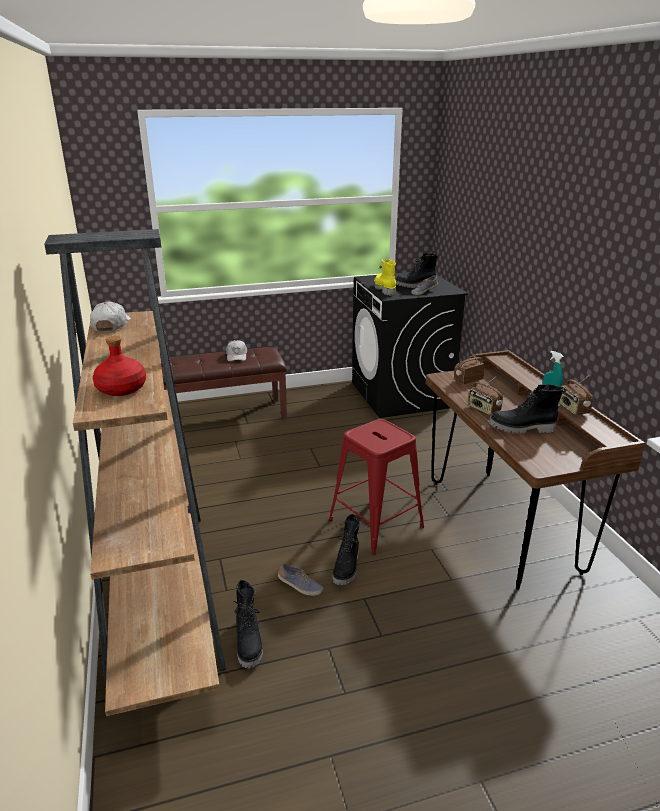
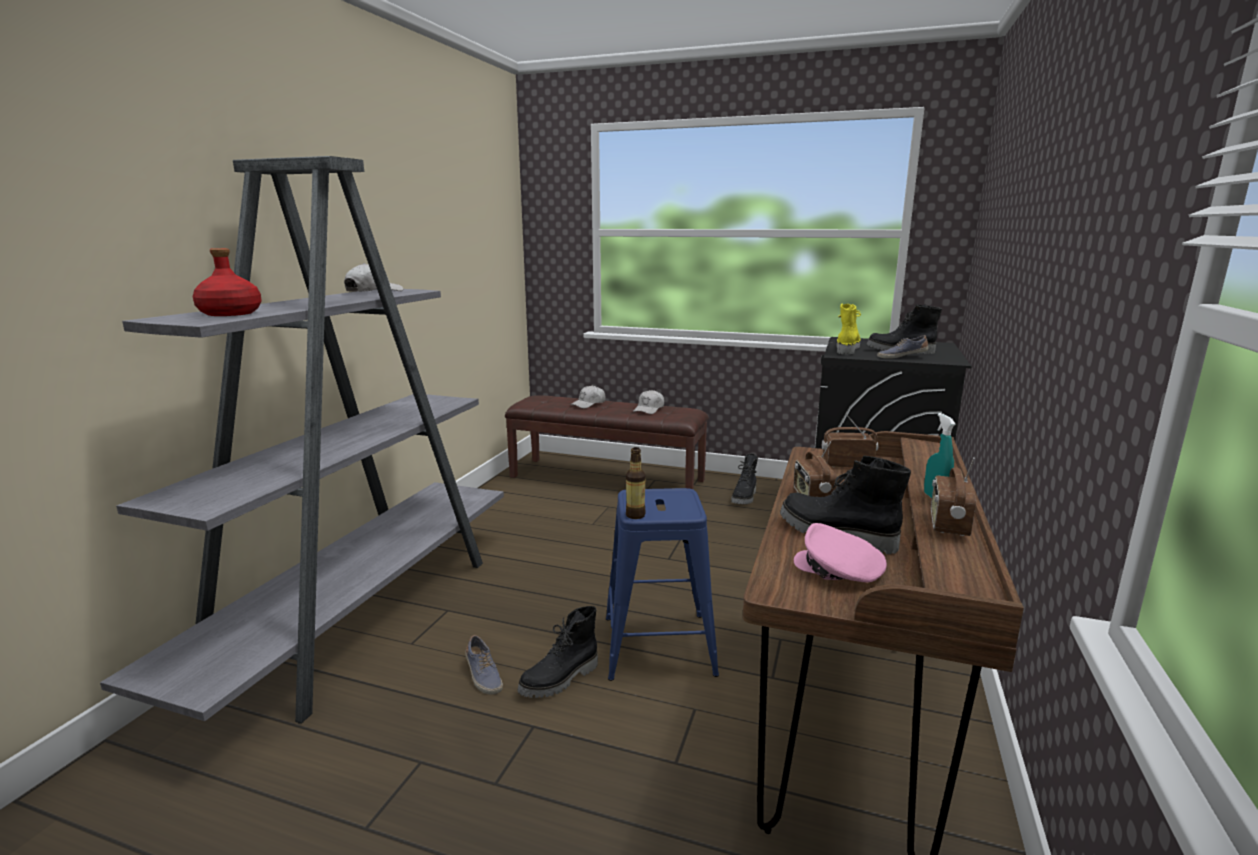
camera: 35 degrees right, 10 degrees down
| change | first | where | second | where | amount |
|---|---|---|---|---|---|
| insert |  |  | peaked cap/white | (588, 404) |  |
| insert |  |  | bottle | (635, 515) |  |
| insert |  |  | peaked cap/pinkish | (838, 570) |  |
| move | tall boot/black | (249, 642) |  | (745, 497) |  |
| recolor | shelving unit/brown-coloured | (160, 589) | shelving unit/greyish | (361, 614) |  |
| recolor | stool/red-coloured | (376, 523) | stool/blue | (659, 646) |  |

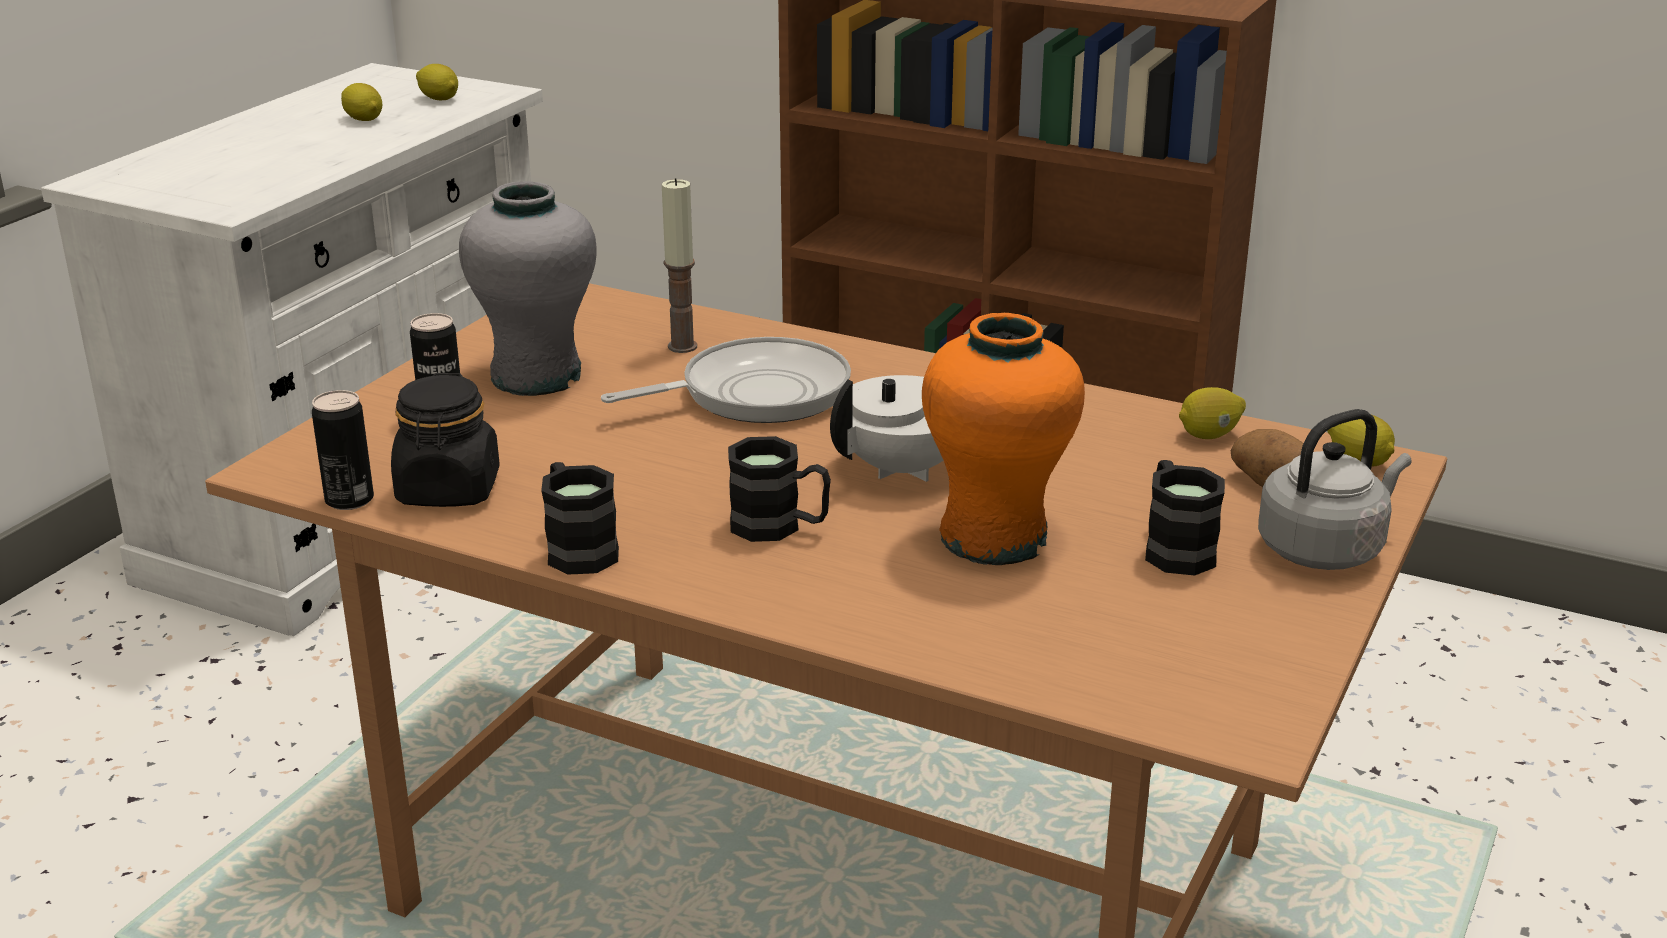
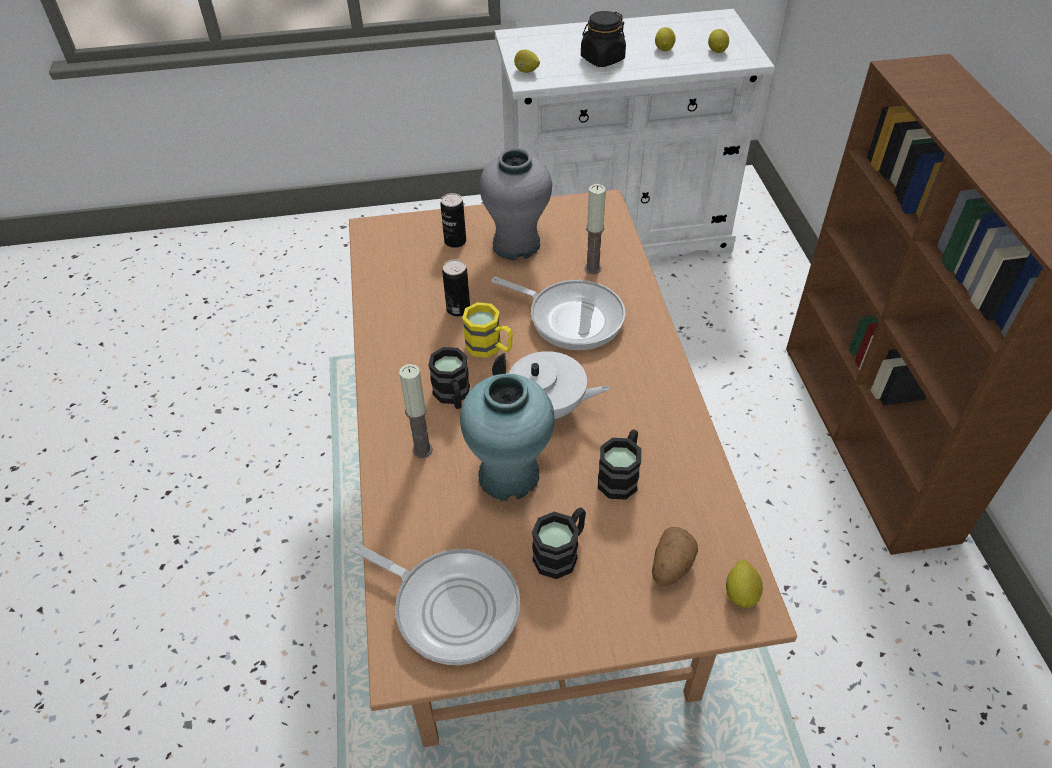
camera: 55 degrees right, 20 degrees up
| change | first | where | second | where | amount |
|---|---|---|---|---|---|
| delete | kettle/greyish | (1325, 548) |  |  |  |
| insert |  |  | pan | (451, 606) |  |
| insert |  |  | wax candle | (422, 450) |  |
| insert |  |  | tea mug/yellowish | (490, 347) |  |
| move | metal can | (349, 500) |  | (458, 309) |  |
| move | preserve jar/black | (449, 490) |  | (602, 59) |  |
| move | tea mug/black | (577, 548) |  | (621, 475) |  |
| move | citrus fruit | (1209, 435) |  | (526, 71) |  |
| recolor | decorative vase/orange-coloured | (994, 537) | decorative vase/turquoise | (509, 475) |  |

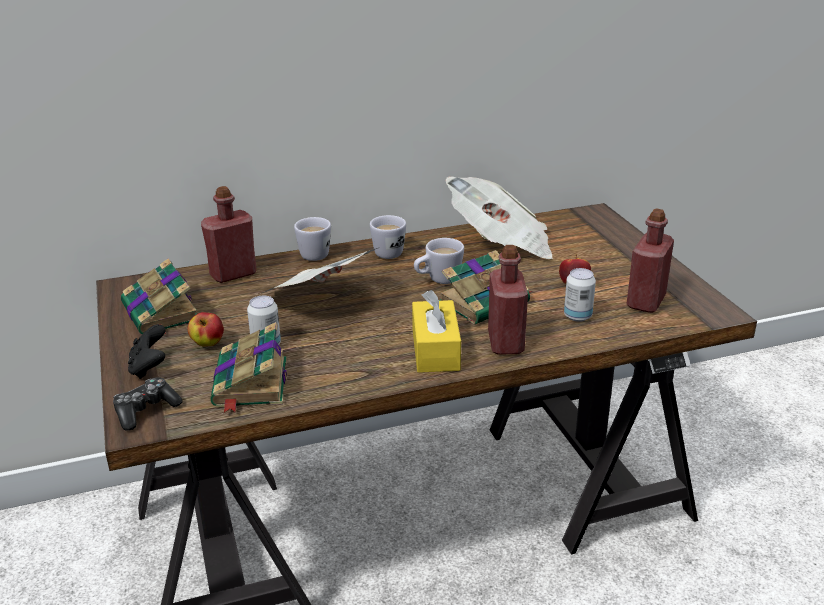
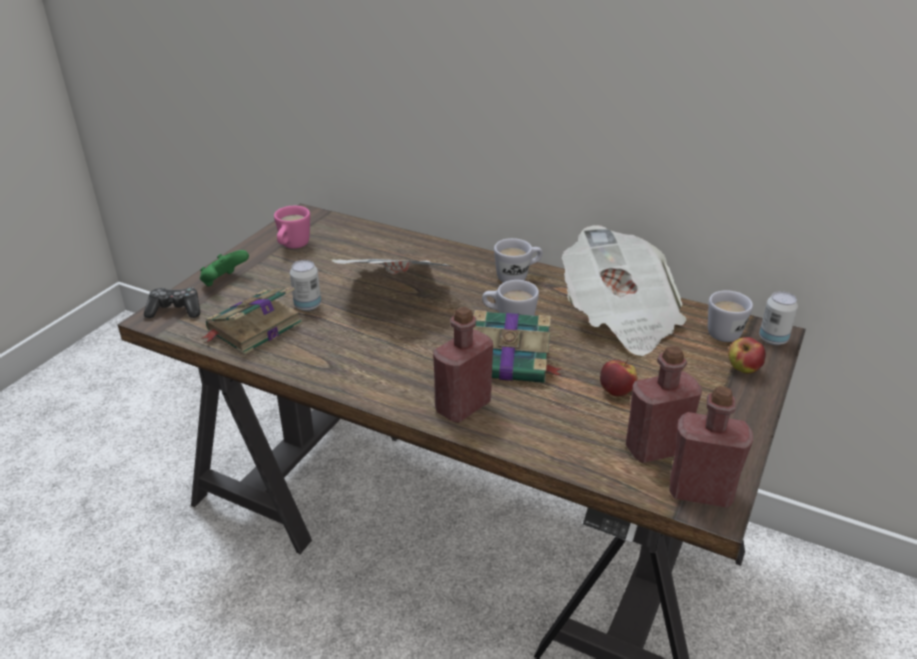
camera: 45 degrees right, 5 degrees up
| change | first | where | second | where | amount |
|---|---|---|---|---|---|
| delete | tissue holder/yellowish | (435, 350) |  |  |  |
| move | apple fruit | (208, 344) |  | (743, 369) |  |
| move | bottle/red-coloured | (233, 274) |  | (700, 492) |  |
| move | tea mug/white | (311, 253) |  | (724, 330) |  |
| move | metal can | (577, 316) |  | (773, 339) |  |
| replace | book | (161, 313) | tea mug/pinkish | (292, 246) |  |
| recolor | gamepad/black | (149, 368) | gamepad/greenish | (224, 282) |  |

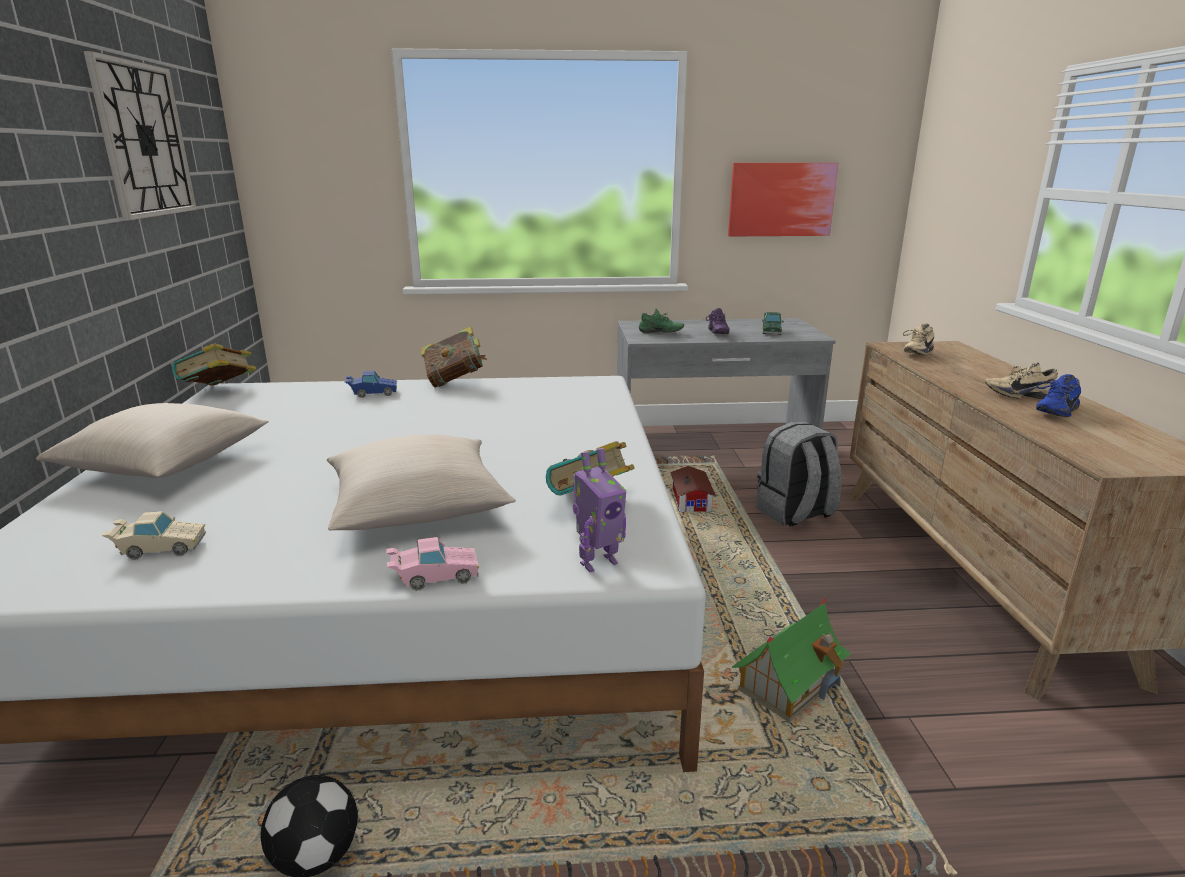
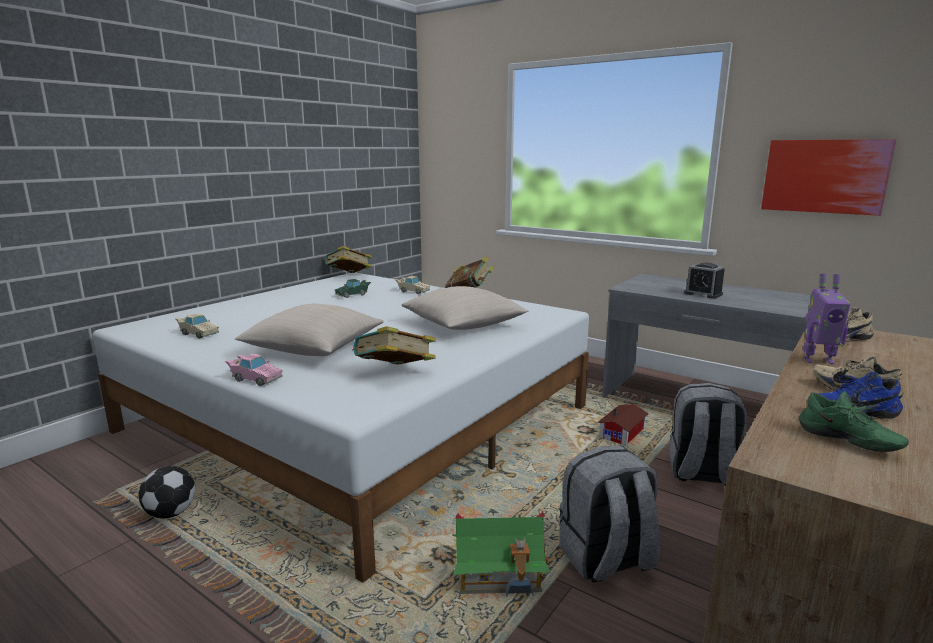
camera: 40 degrees right, 5 degrees down
| change | first | where | second | where | amount |
|---|---|---|---|---|---|
| delete | wall clock | (144, 140) |  |  |  |
| insert |  |  | rucksack/greyish | (606, 560) |  |
| move | pillow/sand-coloured | (165, 464) |  | (463, 325) |  |
| move | model robot | (597, 562) |  | (817, 360) |  |
| move | shoe/greenish | (660, 333) |  | (847, 442) |  |
| move | model car/greenish | (771, 331) |  | (353, 295) |  |
| replace | shoe/purplish | (716, 333) | bedside clock | (703, 294) |  |
| recolor | model car/blue | (372, 393) | model car/sand-coloured | (412, 291) |  |

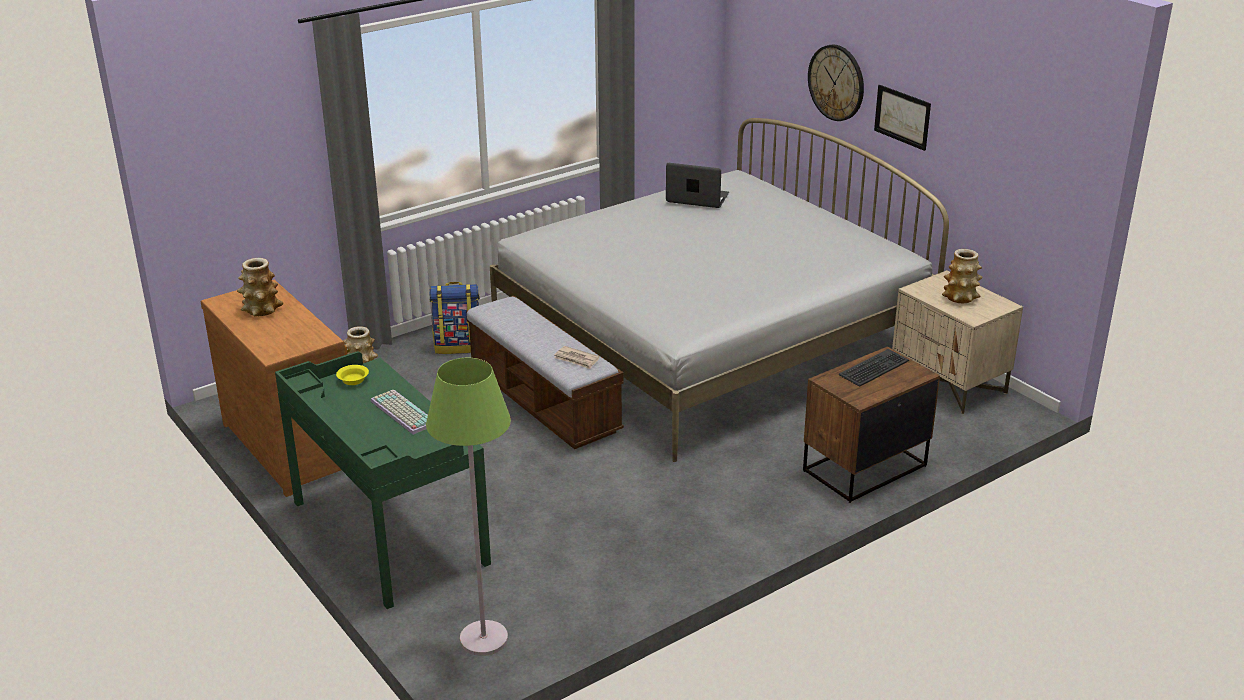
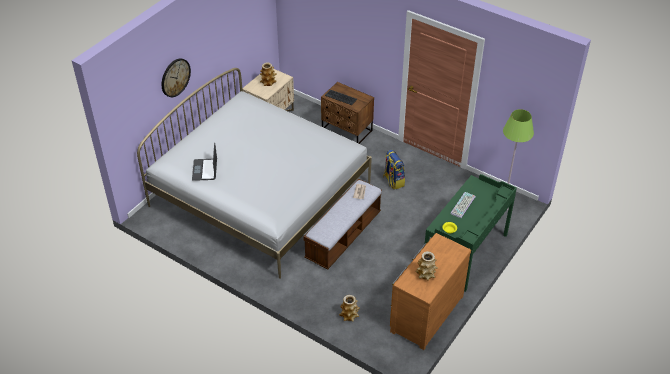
camera: 110 degrees left, 15 degrees up
| change | first | where | second | where | amount |
|---|---|---|---|---|---|
| delete | picture | (902, 117) |  |  |  |
| move | rucksack | (458, 346) |  | (393, 181) |  |

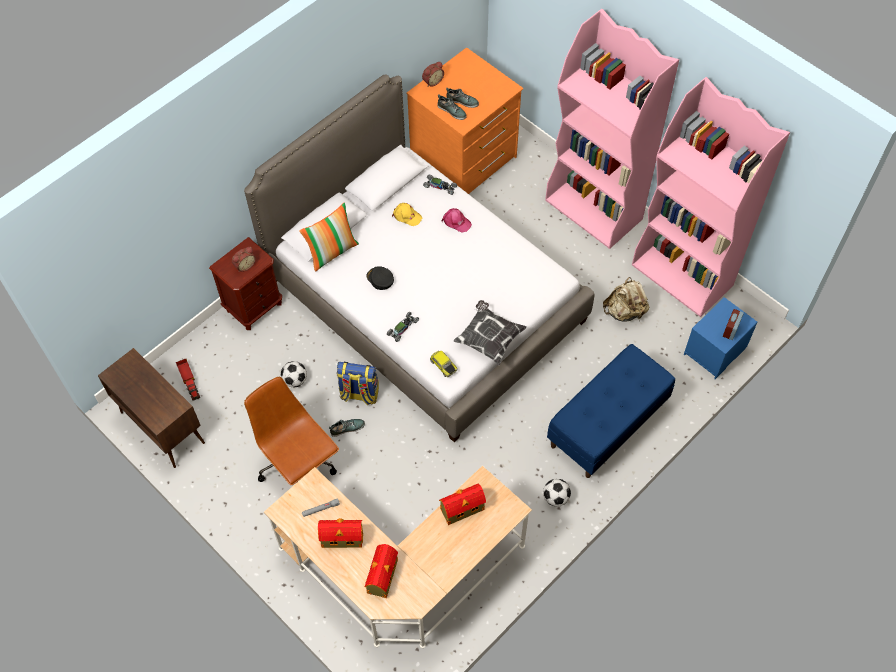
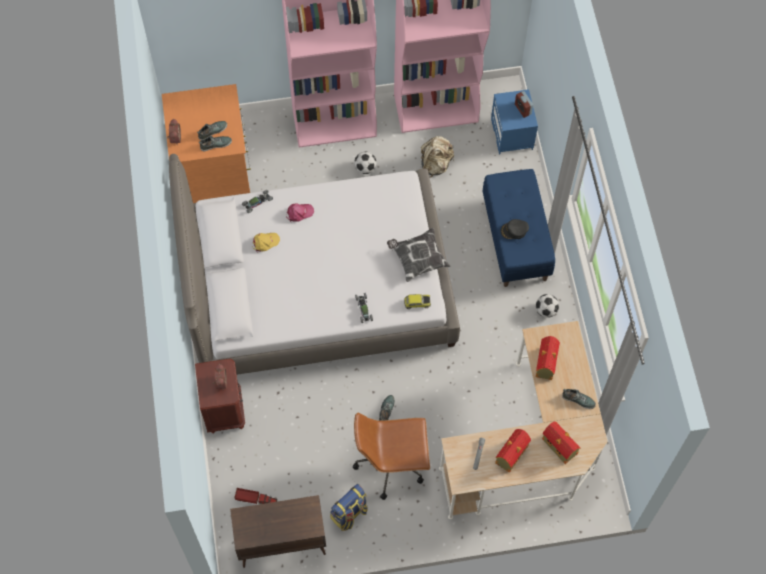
camera: 55 degrees left, 5 degrees up
| change | first | where | second | where | amount |
|---|---|---|---|---|---|
| delete | pillow | (332, 251) |  |  |  |
| insert |  |  | shoe | (578, 399) |  |
| move | football | (295, 380) |  | (365, 168) |  |
| move | rucksack | (359, 394) |  | (349, 514) |  |
| move | peaked cap/black | (380, 279) |  | (514, 230) |  |

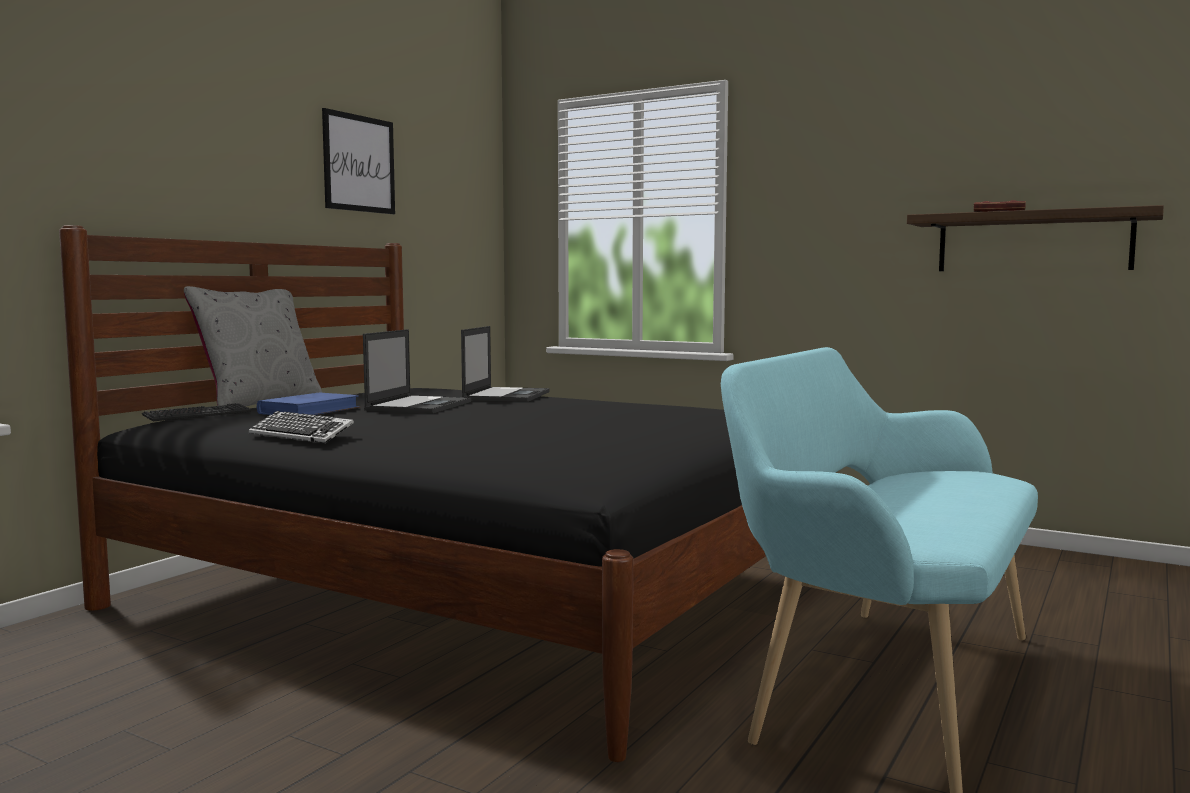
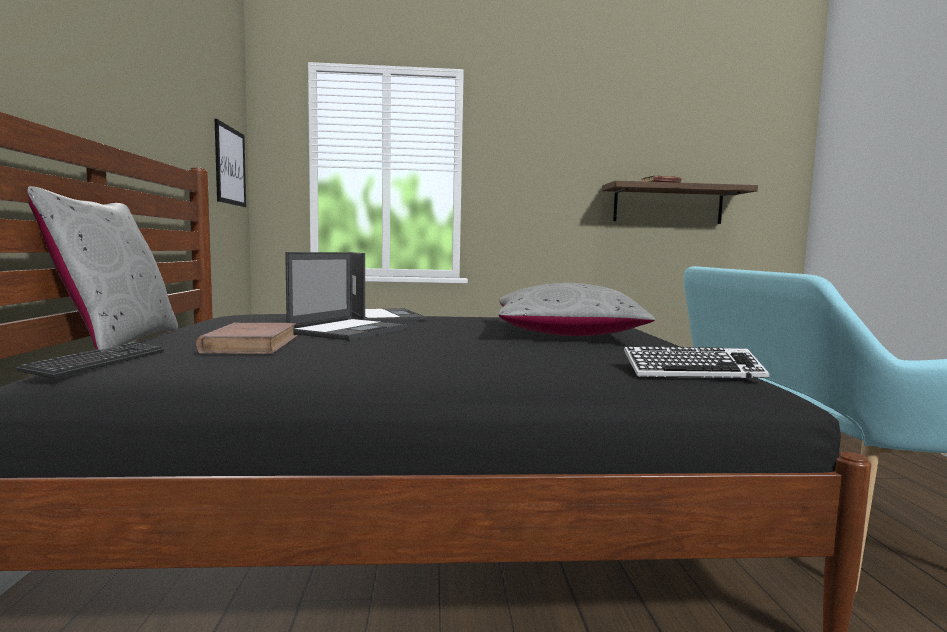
camera: 35 degrees left, 0 degrees up
| change | first | where | second | where | amount |
|---|---|---|---|---|---|
| insert |  |  | pillow/greyish | (566, 334) |  |
| move | keyboard | (301, 435) |  | (693, 372) |  |
| move | picture | (359, 163) |  | (230, 166) |  |
| recolor | book/blue | (309, 411) | book/brown-coloured | (251, 344) |  |
| rotate | portable computer | (419, 405) |  | (349, 330) | 45 degrees clockwise |

